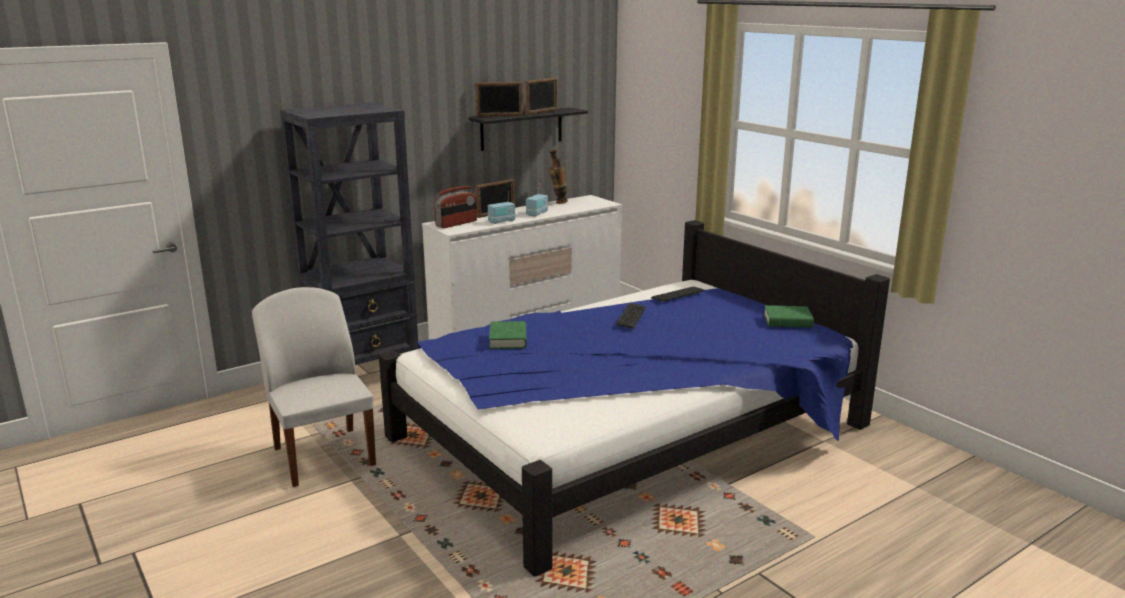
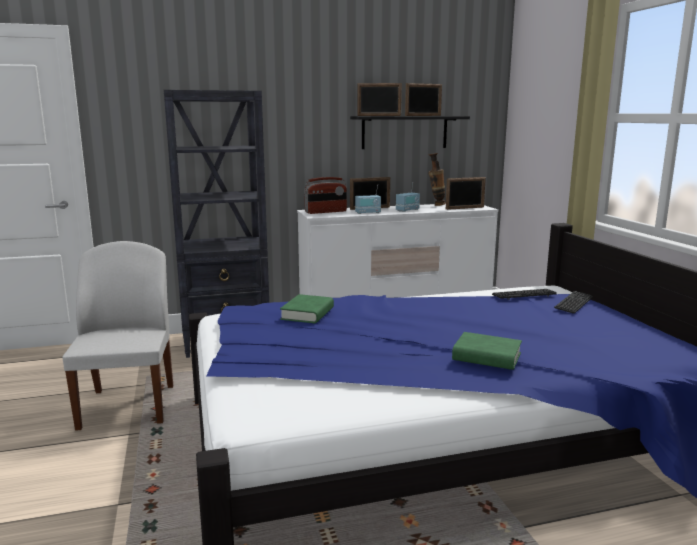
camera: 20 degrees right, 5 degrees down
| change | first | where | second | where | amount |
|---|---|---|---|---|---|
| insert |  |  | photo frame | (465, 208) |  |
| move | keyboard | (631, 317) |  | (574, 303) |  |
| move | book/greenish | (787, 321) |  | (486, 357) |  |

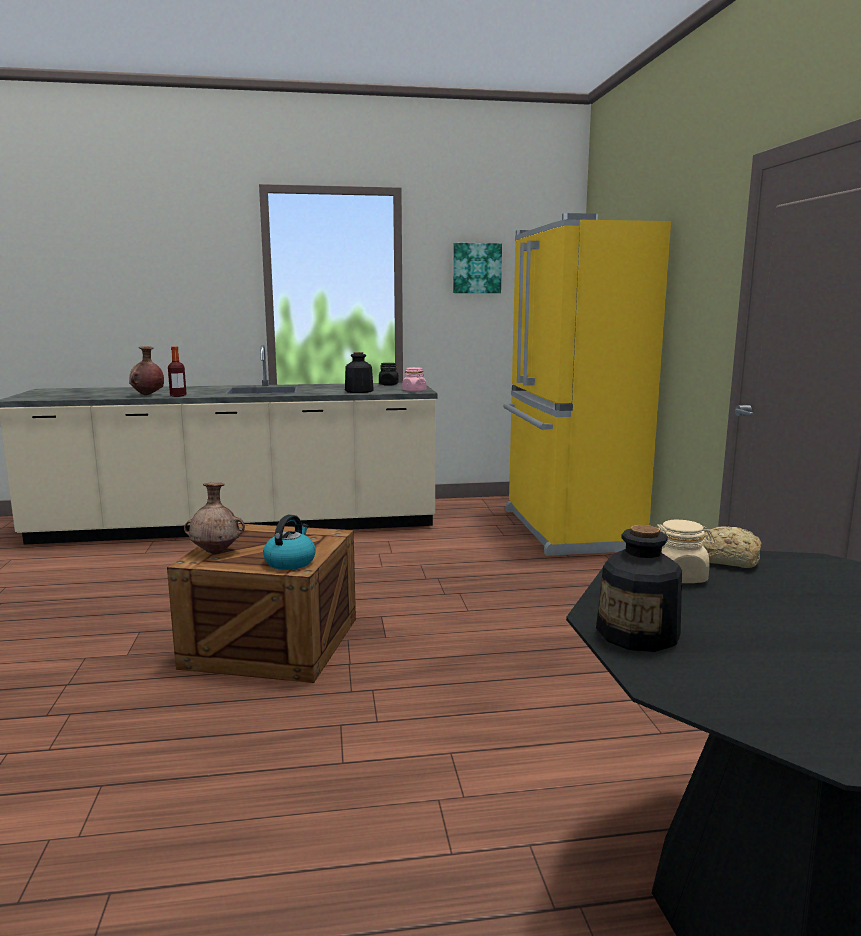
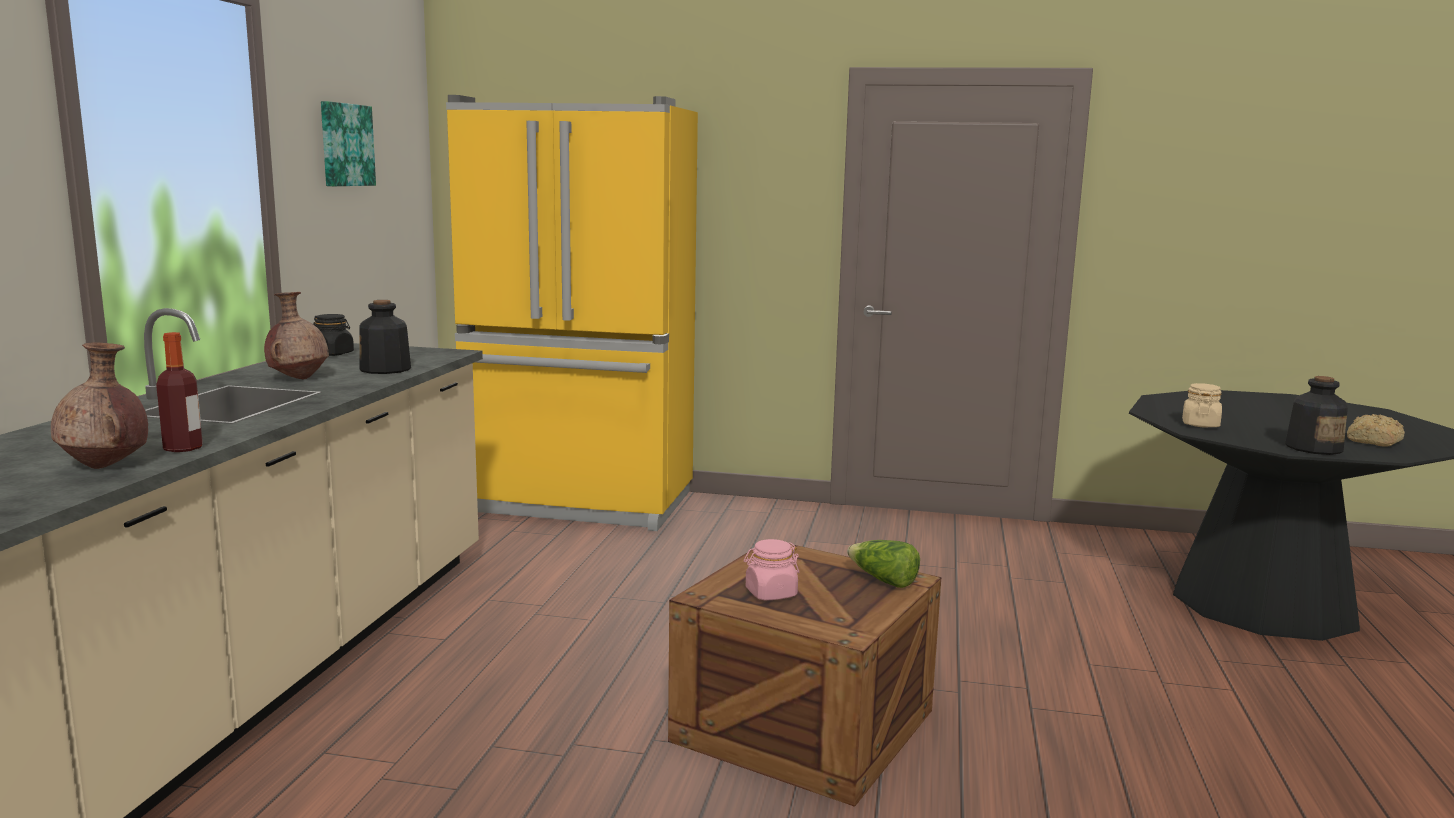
camera: 70 degrees left, 0 degrees up
| change | first | where | second | where | amount |
|---|---|---|---|---|---|
| move | decorative vase/brown-coloured | (216, 552) |  | (299, 378) |  |
| move | preserve jar/pinkish | (414, 391) |  | (770, 593) |  |
| move | bakery bread | (726, 559) |  | (1373, 442) |  |
| replace | kettle | (290, 562) | lettuce head | (883, 580) |  |

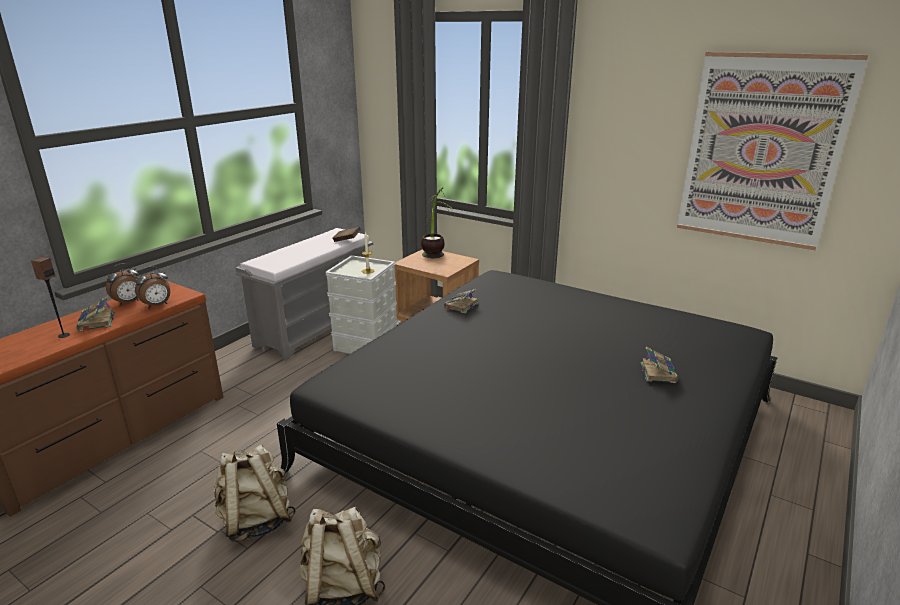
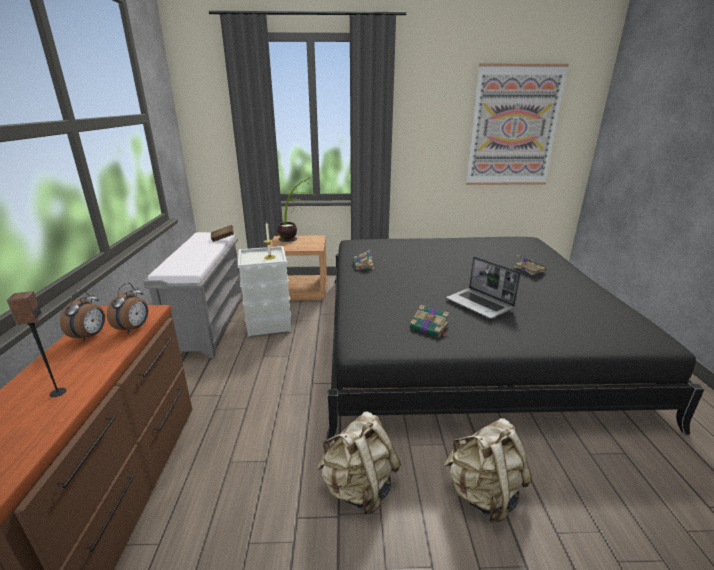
camera: 35 degrees left, 0 degrees up
| change | first | where | second | where | amount |
|---|---|---|---|---|---|
| insert |  |  | portable computer | (480, 304) |  |
| move | book | (96, 322) |  | (430, 328) |  |

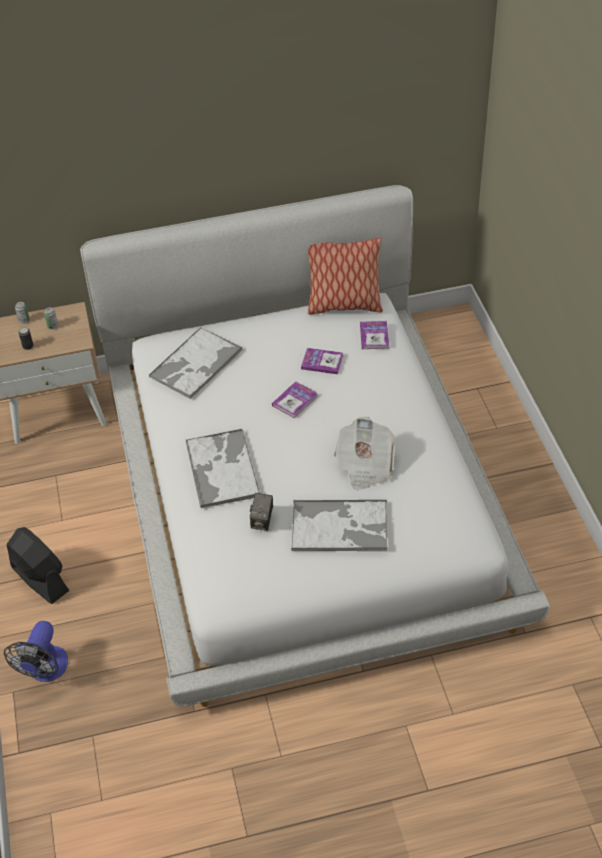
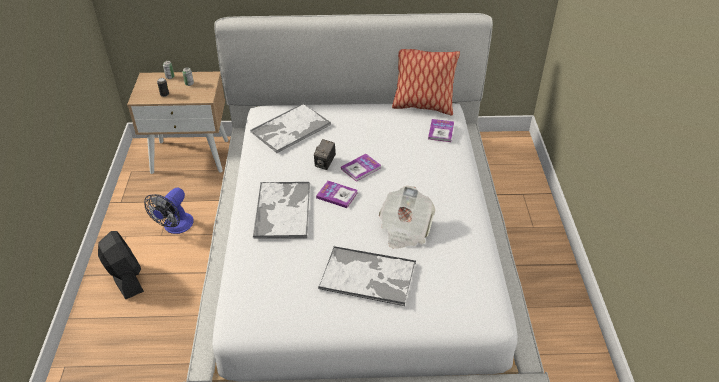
camera: 10 degrees right, 5 degrees down
| change | first | where | second | where | amount |
|---|---|---|---|---|---|
| move | cooling fan | (45, 671) |  | (175, 227) |  |
| move | photo camera | (262, 521) |  | (325, 163) |  |
| move | book | (322, 362) |  | (337, 195) |  |

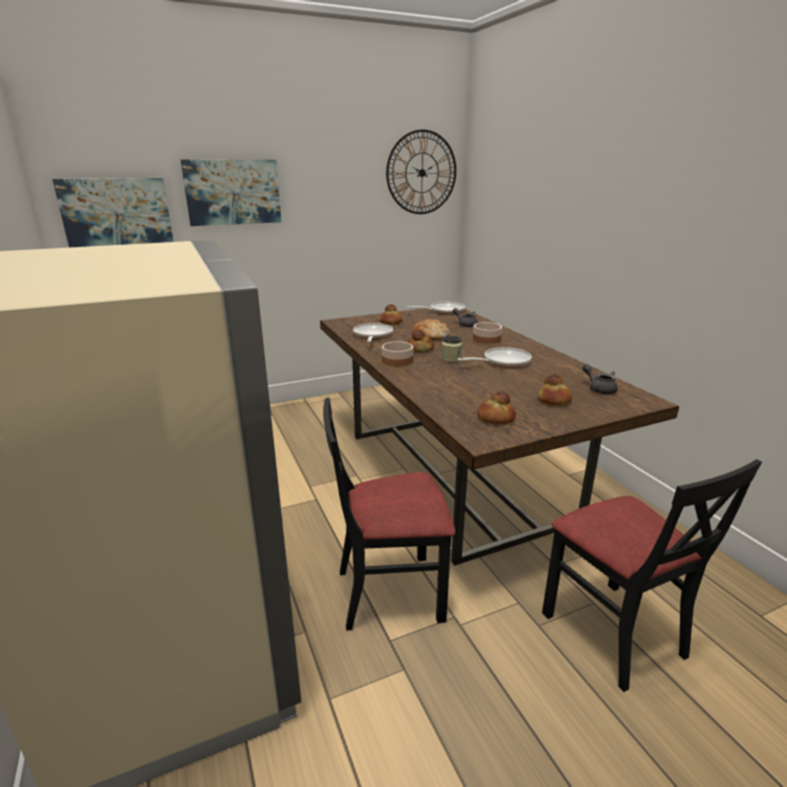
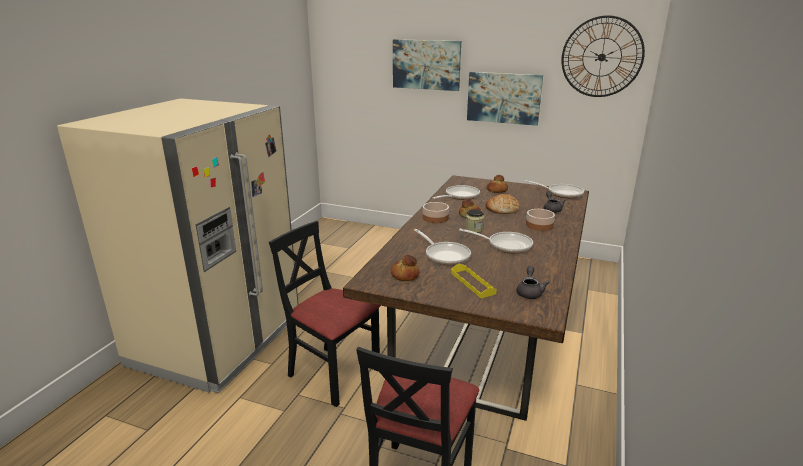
camera: 45 degrees right, 0 degrees up
| change | first | where | second | where | amount |
|---|---|---|---|---|---|
| insert |  |  | pan | (445, 255) |  |
| move | picture | (116, 212) |  | (504, 98) |  |
| replace | bakery bread | (554, 400) | carrying tray/yellowish | (472, 283) |  |

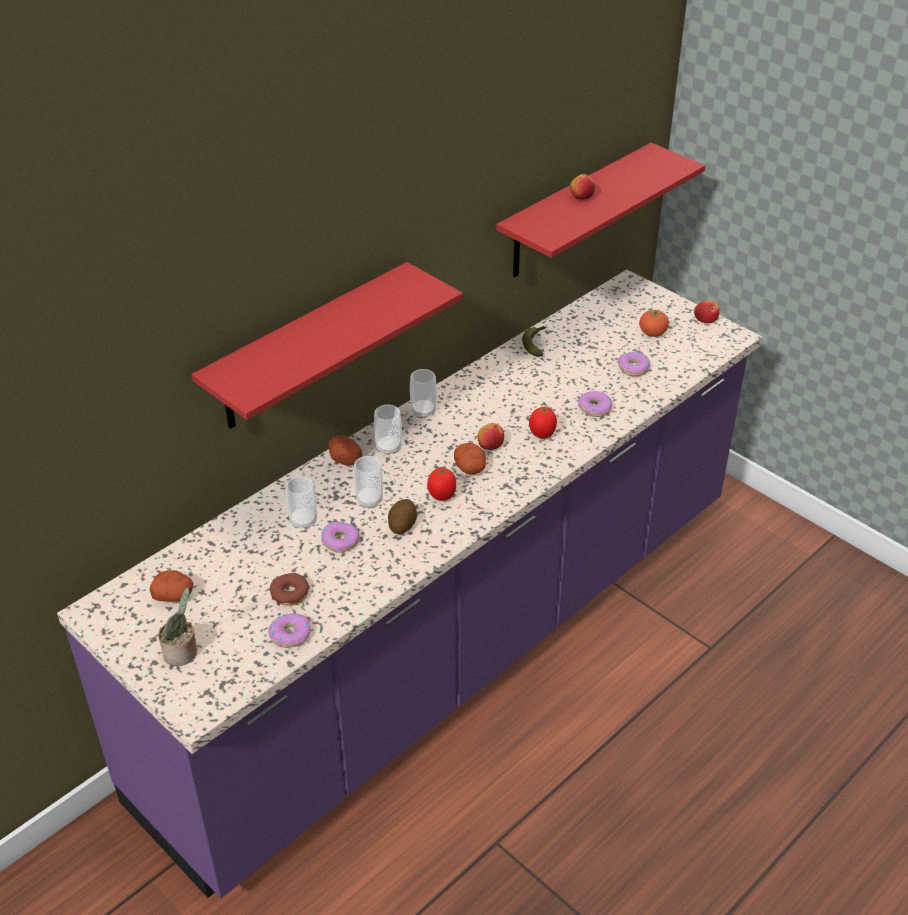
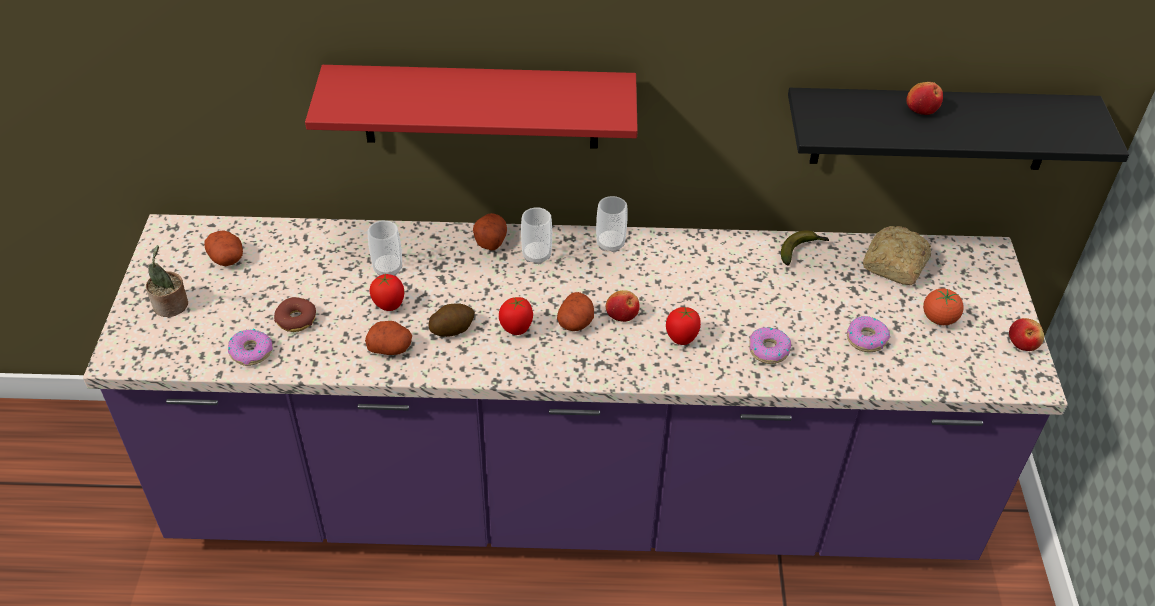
camera: 45 degrees right, 5 degrees up
| change | first | where | second | where | amount |
|---|---|---|---|---|---|
| delete | drinking cup | (369, 500) |  |  |  |
| insert |  |  | potato | (391, 348) |  |
| insert |  |  | bakery bread | (893, 265) |  |
| replace | donut | (340, 541) | fresh tomato | (389, 306) |  |
| recolor | wall shelf/red-coloured | (575, 212) | wall shelf/black | (934, 129) |  |

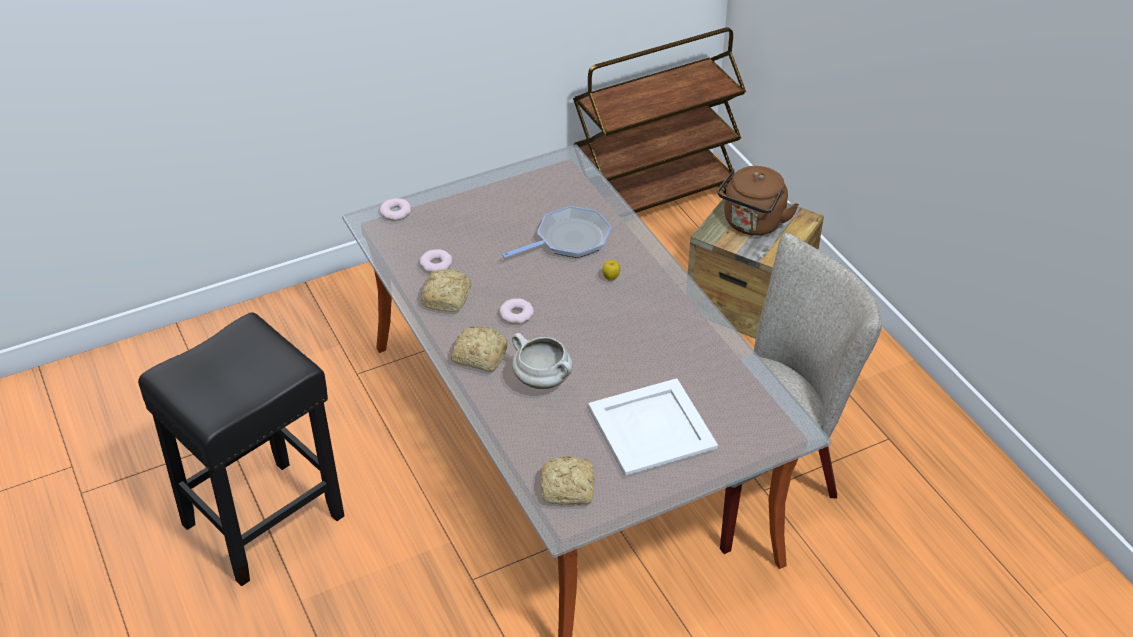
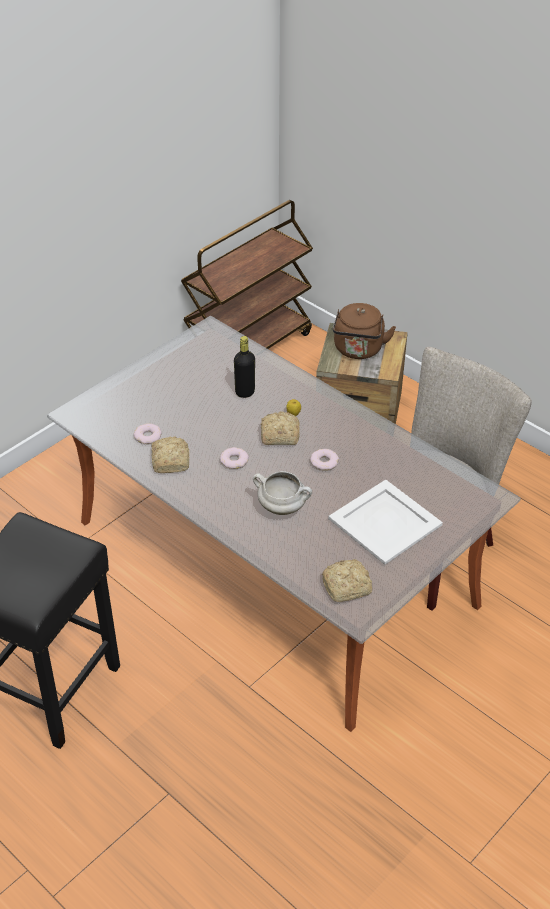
camera: 20 degrees left, 0 degrees up
| change | first | where | second | where | amount |
|---|---|---|---|---|---|
| move | donut | (395, 212) |  | (324, 462) |  |
| move | bakery bread | (479, 355) |  | (278, 435) |  |
| replace | pan | (569, 240) | bottle/black | (245, 392) |  |

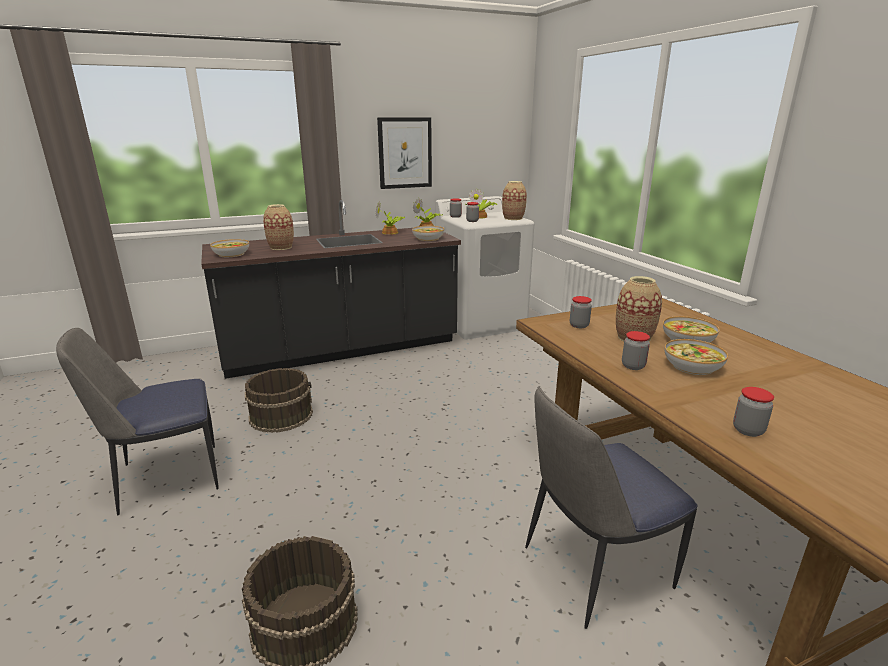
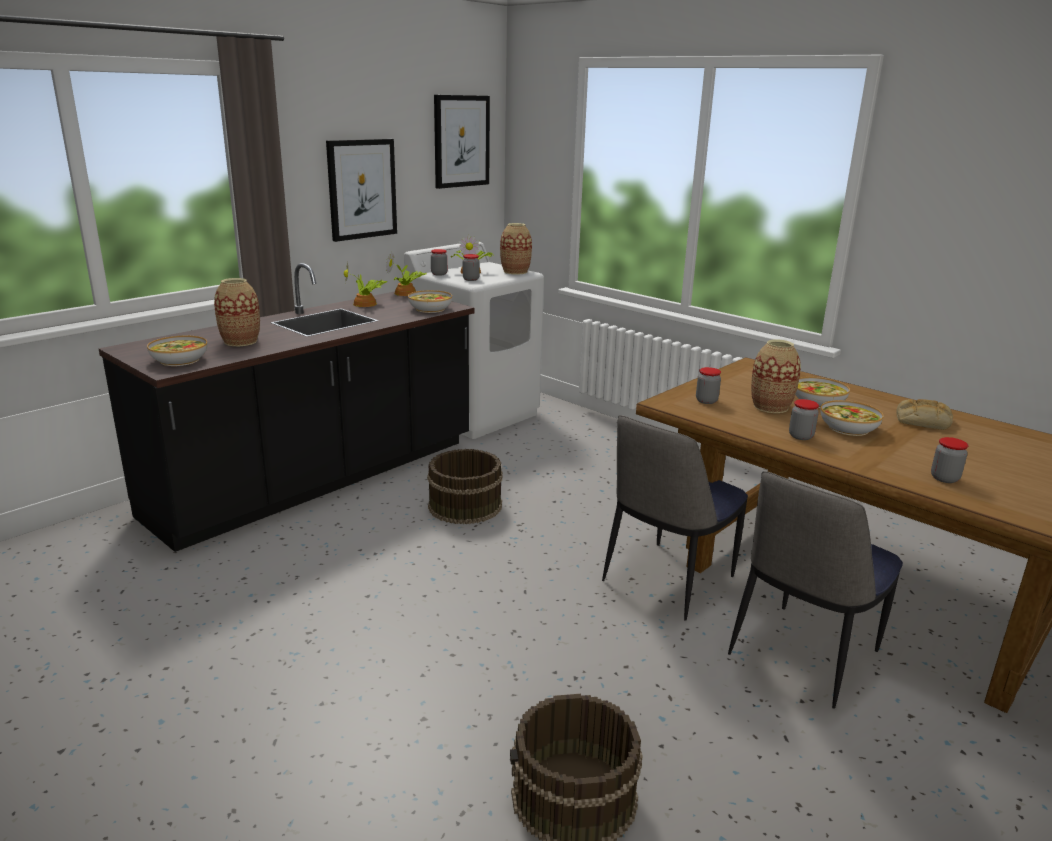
camera: 25 degrees left, 0 degrees up
| change | first | where | second | where | amount |
|---|---|---|---|---|---|
| insert |  |  | picture | (461, 141) |  |
| insert |  |  | bakery bread | (922, 421) |  |
| move | upright chair | (166, 478) |  | (666, 581) |  |
| move | pail/brown-coloured | (281, 415) |  | (464, 505) |  |

